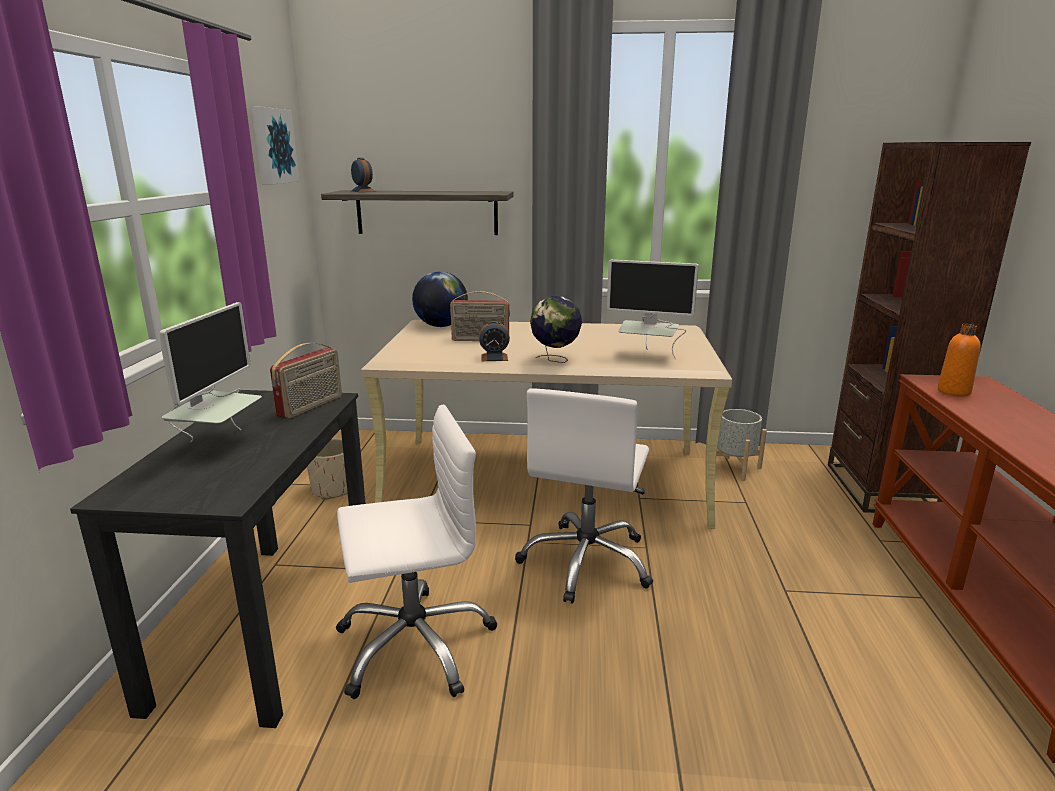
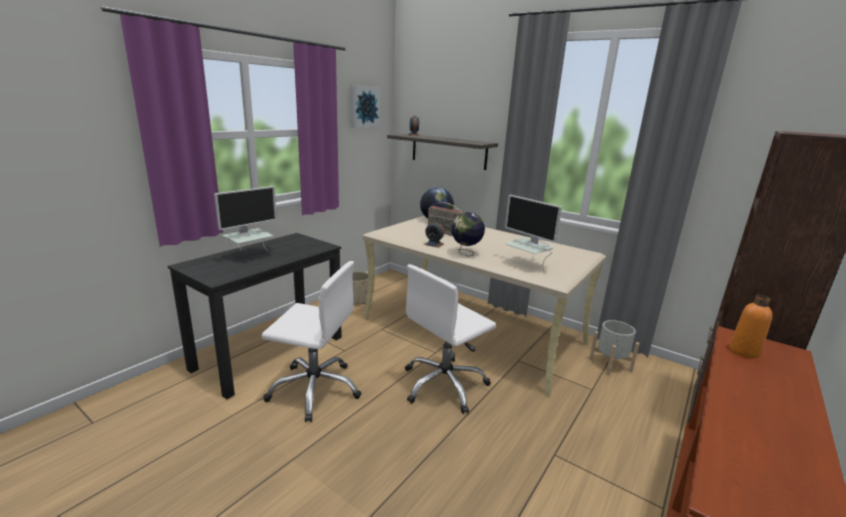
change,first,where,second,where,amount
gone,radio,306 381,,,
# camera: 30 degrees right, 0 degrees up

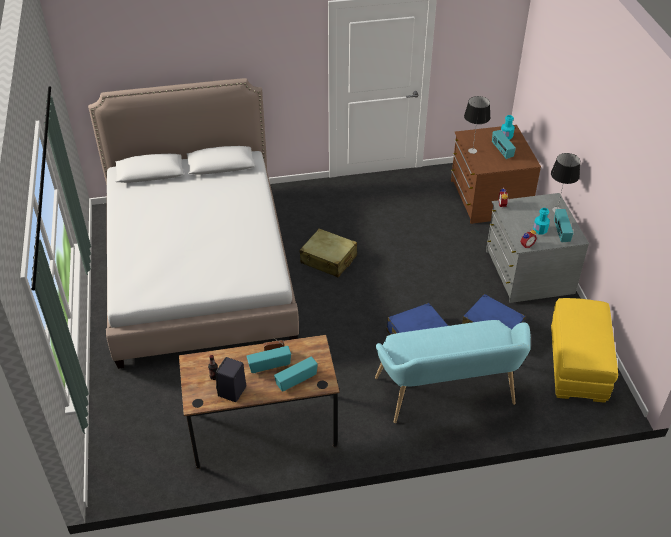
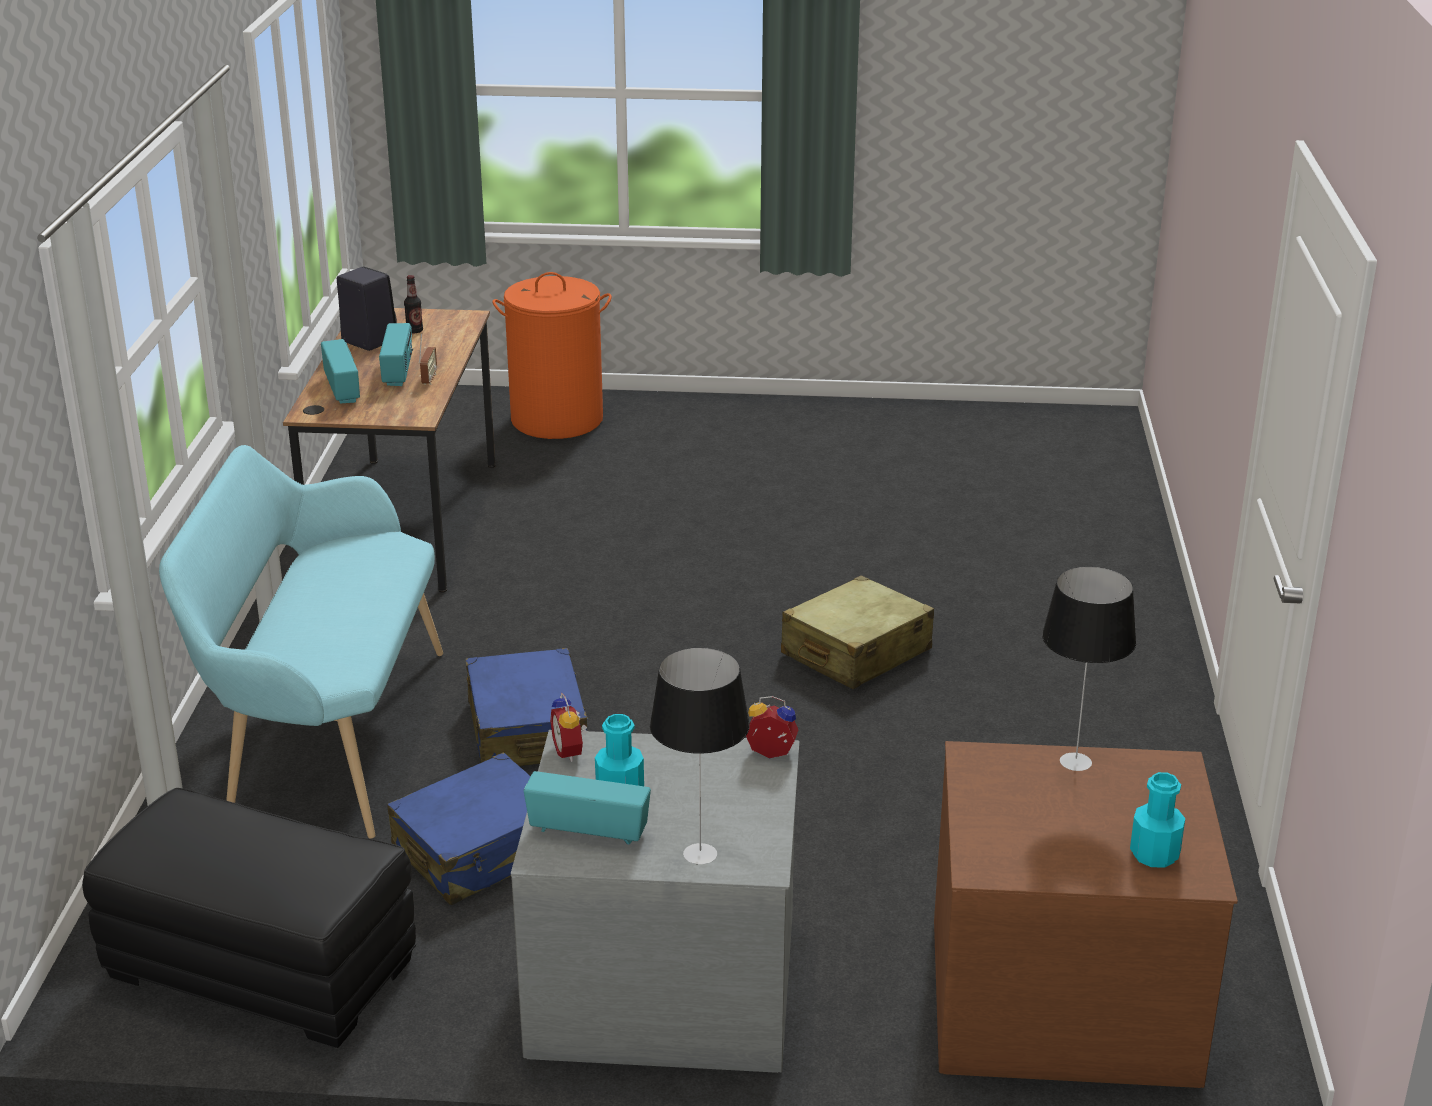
change,first,where,second,where,amount
gone,bed,193 223,,,
gone,radio,504 144,,,
new,,,orange laundry basket,552 355,
repainted,yellow ottoman,584 350,black ottoman,249 918,
# camera: 105 degrees right, 15 degrees down

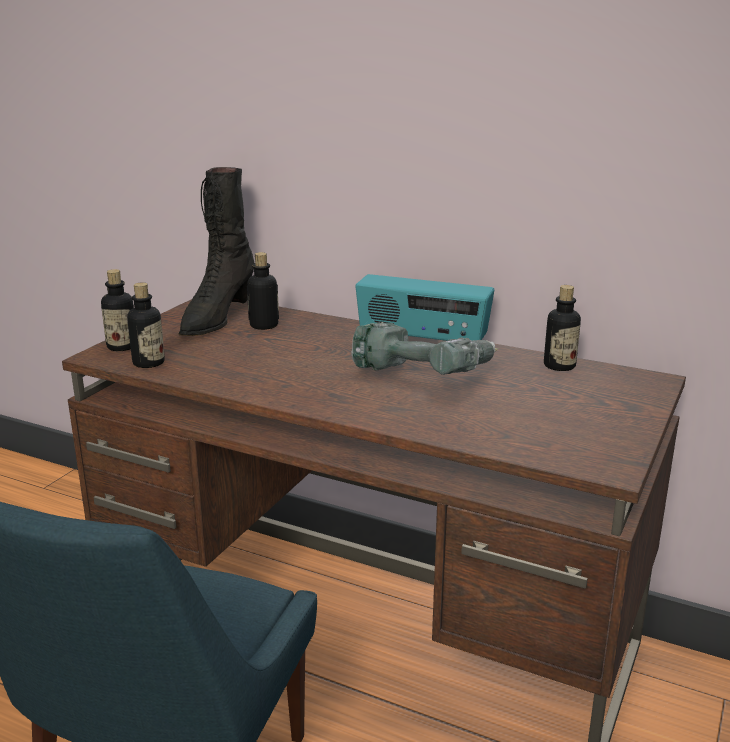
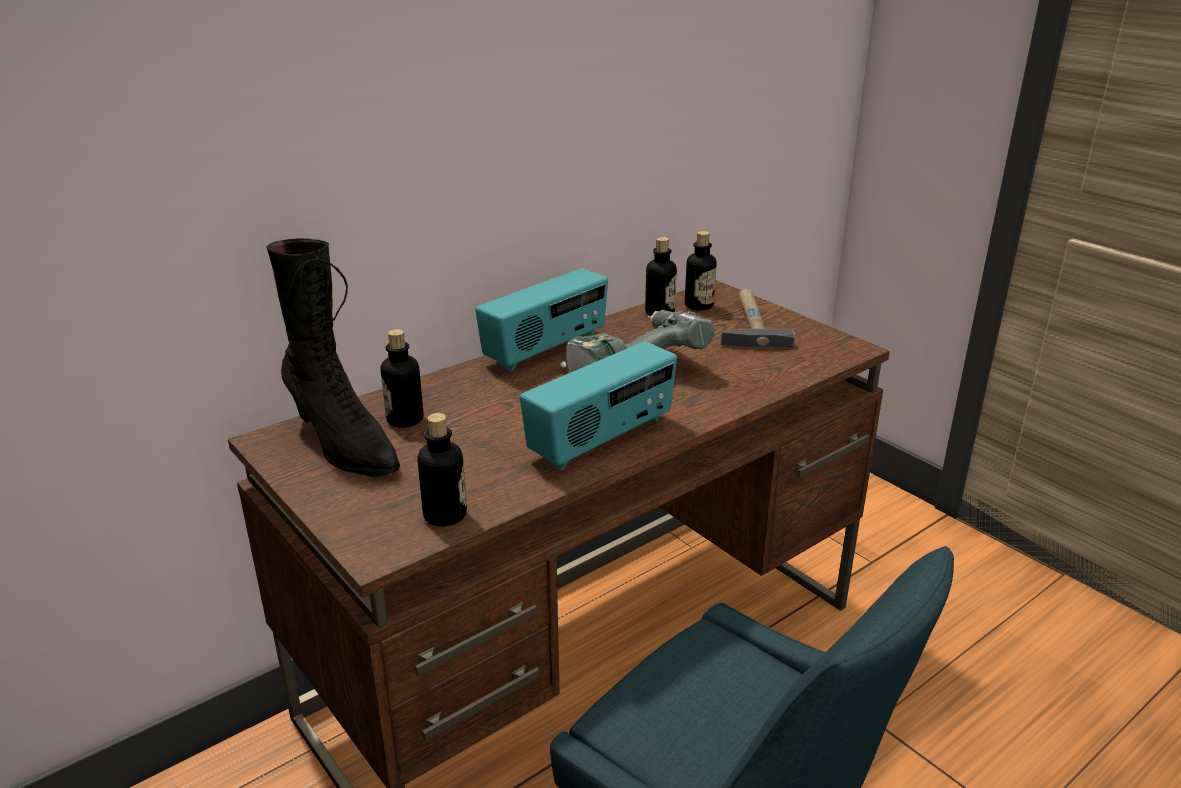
change,first,where,second,where,amount
new,,,radio,598 406,
new,,,hammer,758 318,
shifted,bottle,117 310,,701 271,
# camera: 65 degrees left, 5 degrees up

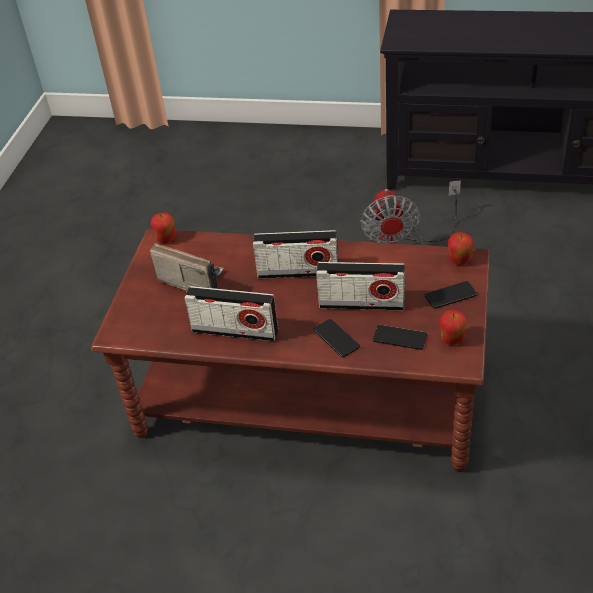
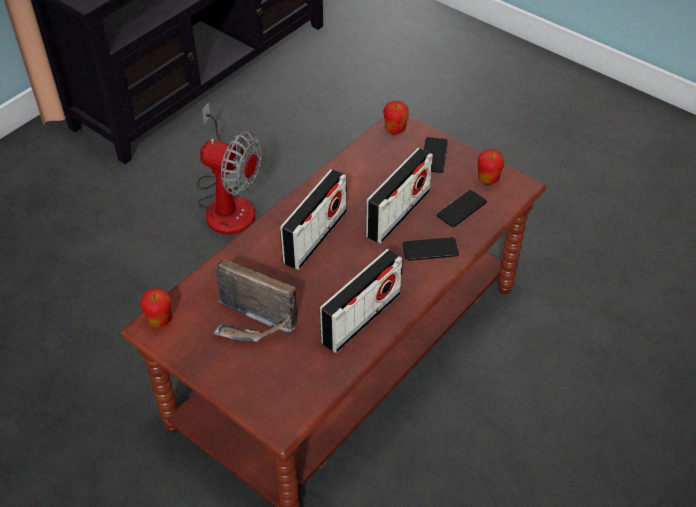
change,first,where,second,where,amount
rotated,radio,187 267,,256 301,120 degrees counterclockwise
# camera: 65 degrees left, 5 degrees up

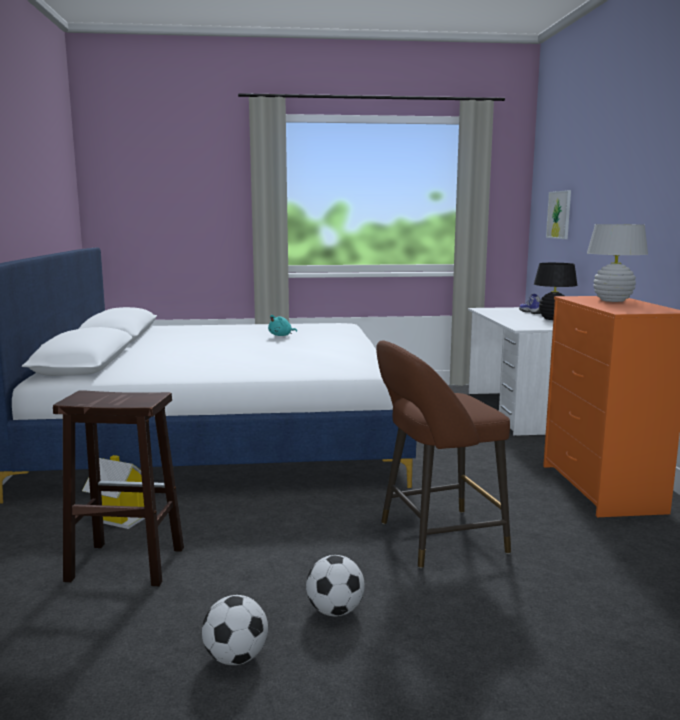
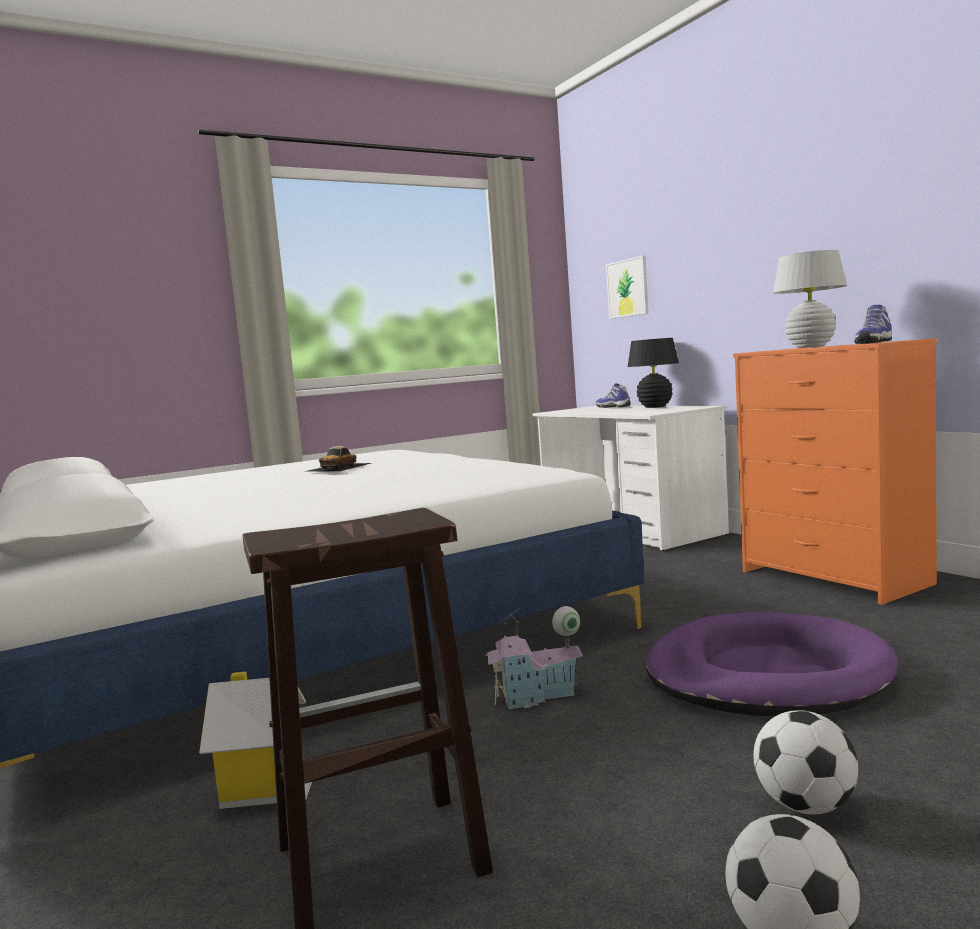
change,first,where,second,where,amount
new,,,toy house,534 657,
new,,,shoe,873 324,
swapped,turquoise plush toy,282 325,toy car,337 459,
swapped,brown stool,443 454,purple dog bed,771 664,
# camera: 25 degrees left, 5 degrees down

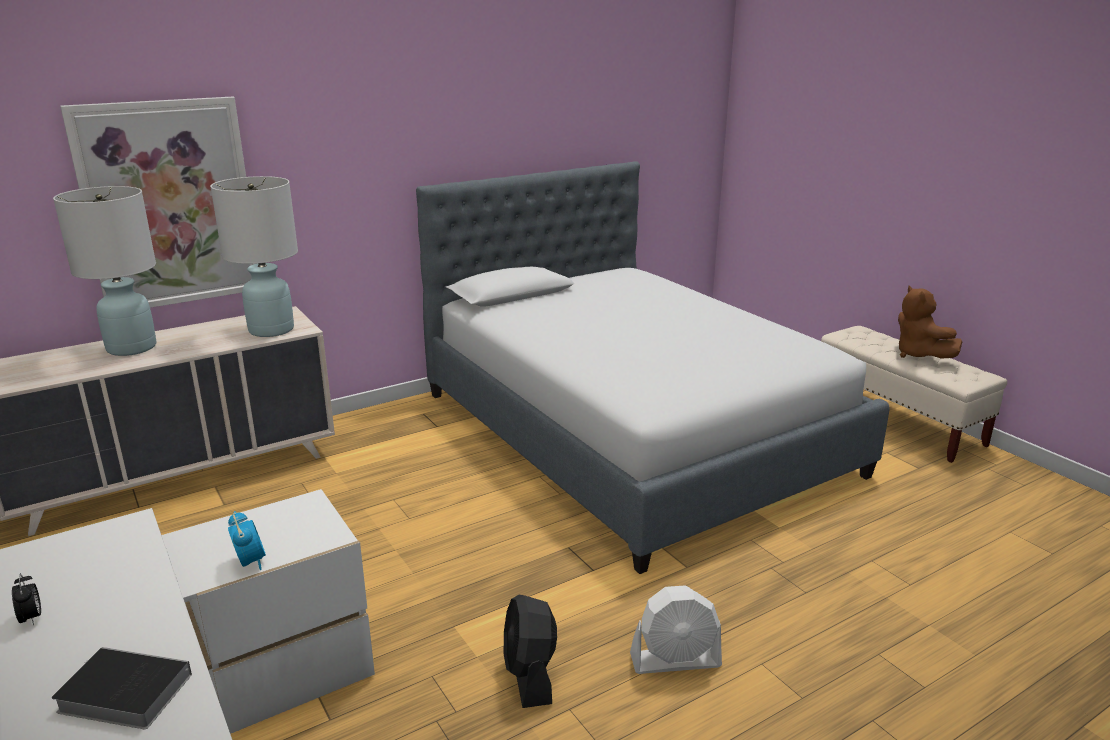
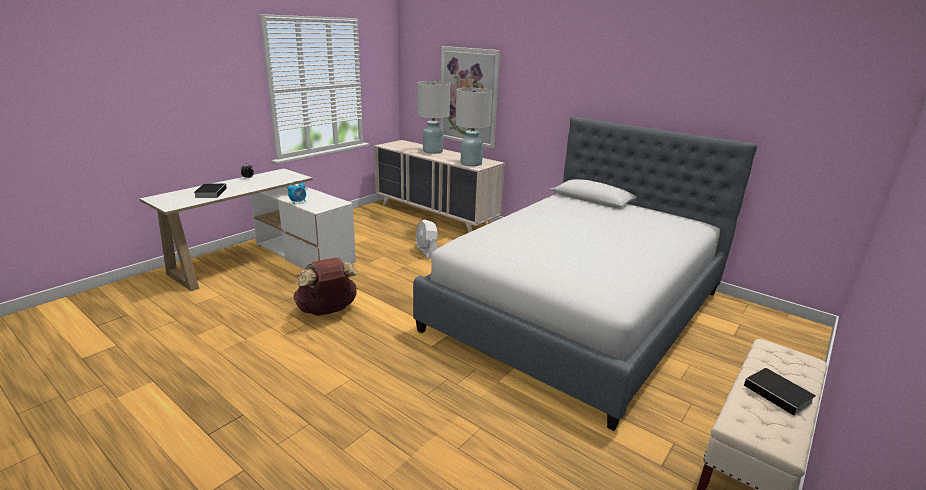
change,first,where,second,where,amount
shifted,white fan,676 629,,427 238,
swapped,black fan,530 651,brown backpack,325 287,
swapped,brown plush toy,930 322,book,780 394,
# camera: 70 degrees right, 0 degrees up

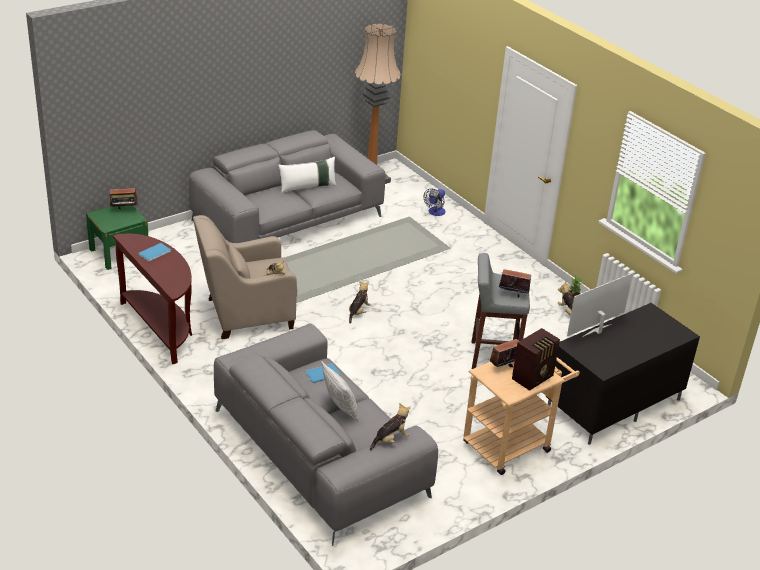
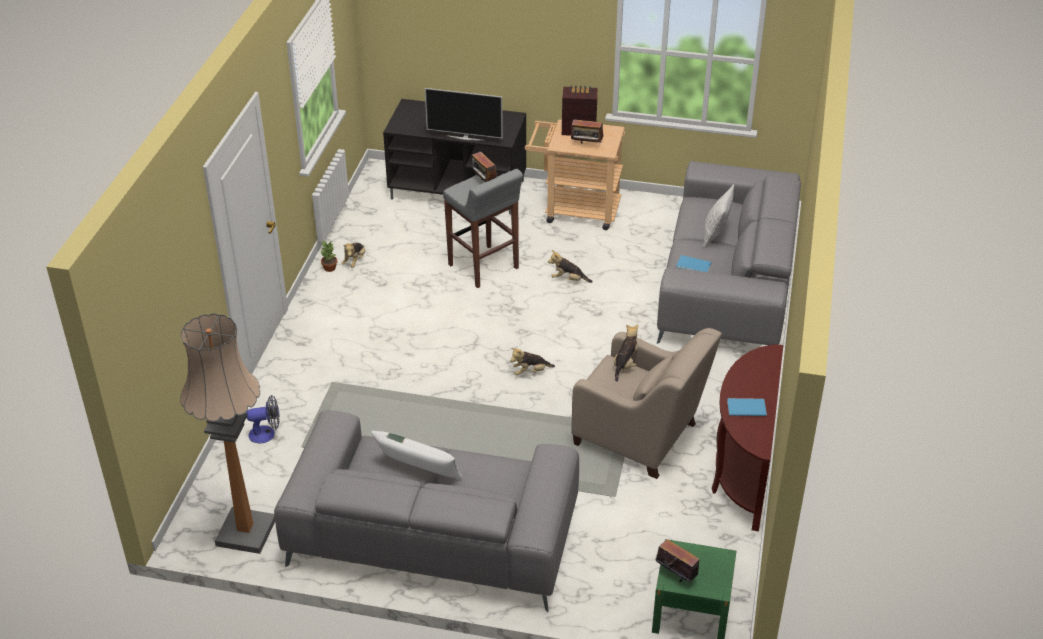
change,first,where,second,where,amount
shifted,plush toy,390 426,,570 266,
# camera: 130 degrees left, 5 degrees up

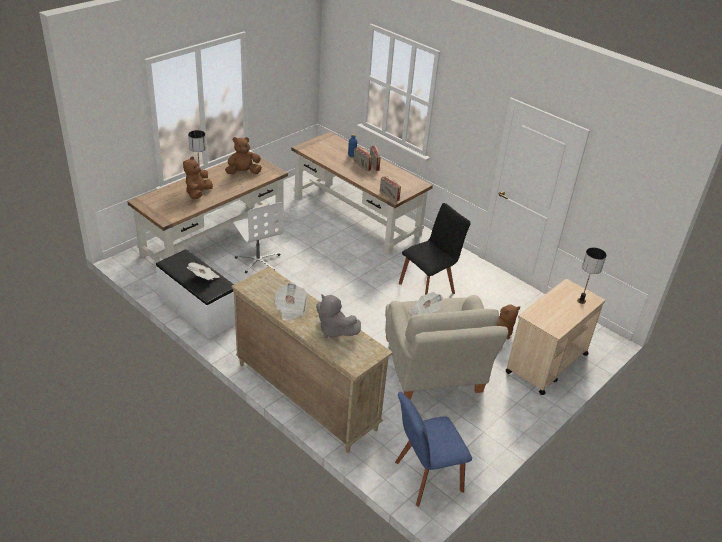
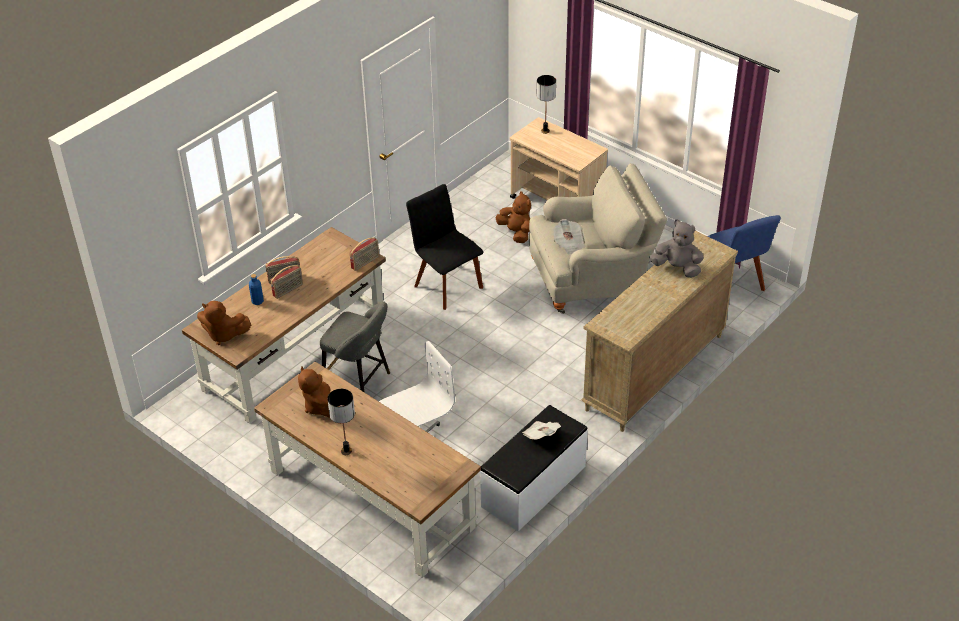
change,first,where,second,where,amount
gone,newspaper,291 302,,,
new,,,grey stool,355 347,
shifted,brown plush toy,198 178,,224 323,
rotated,grey plush toy,338 316,,676 248,105 degrees counterclockwise
# camera: 90 degrees left, 5 degrees up

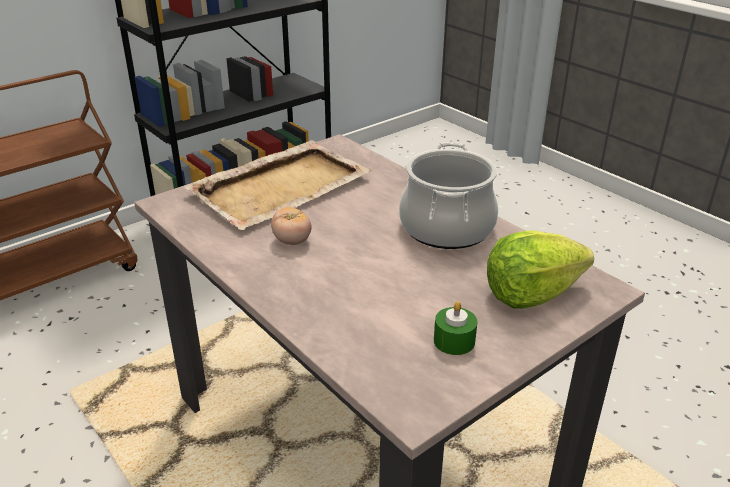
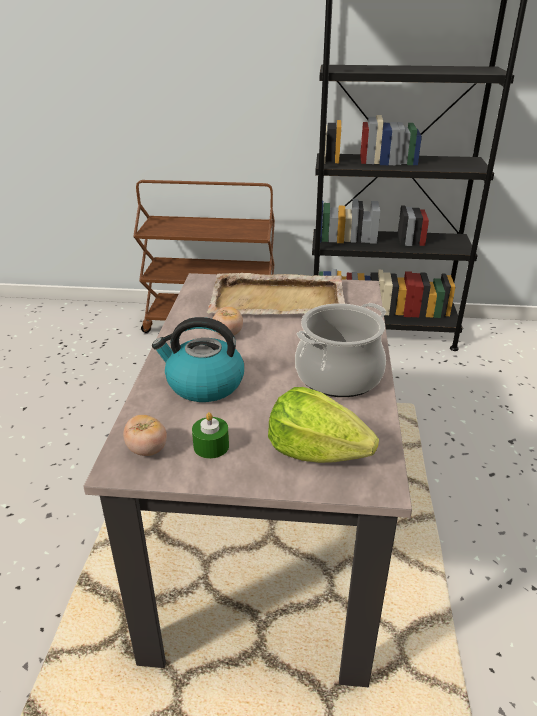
change,first,where,second,where,amount
new,,,tomato,145 435,
new,,,kettle,198 359,
# camera: 45 degrees right, 0 degrees up

